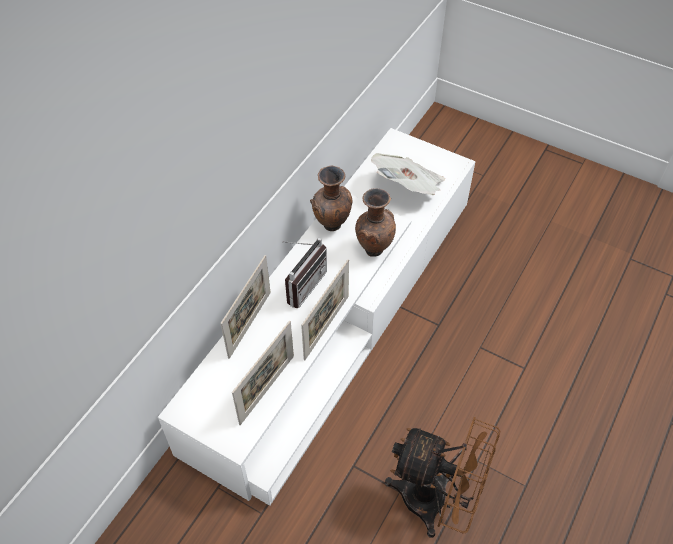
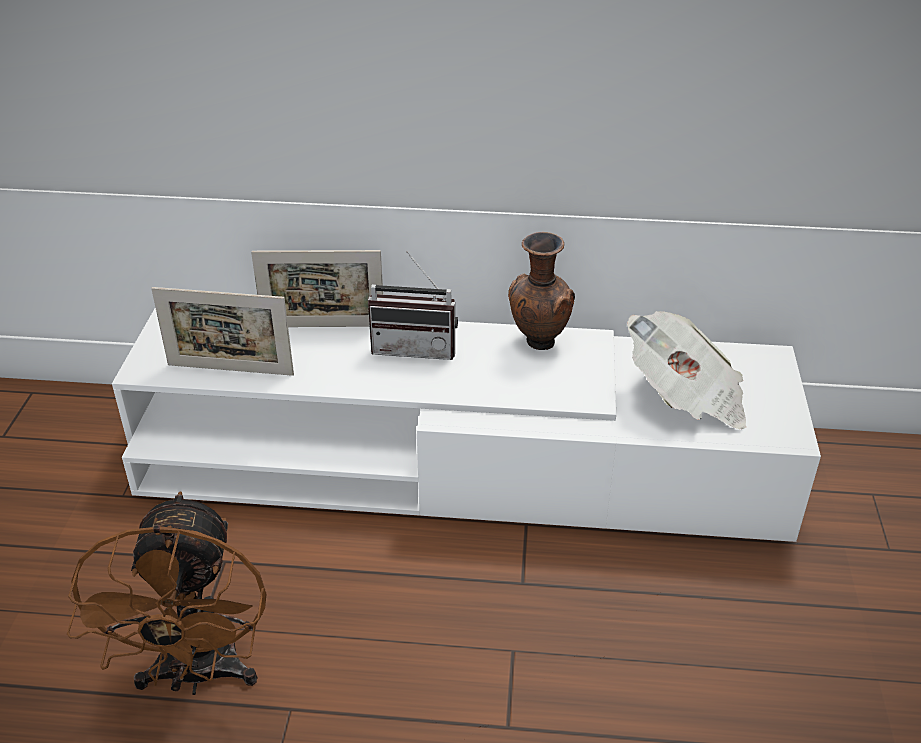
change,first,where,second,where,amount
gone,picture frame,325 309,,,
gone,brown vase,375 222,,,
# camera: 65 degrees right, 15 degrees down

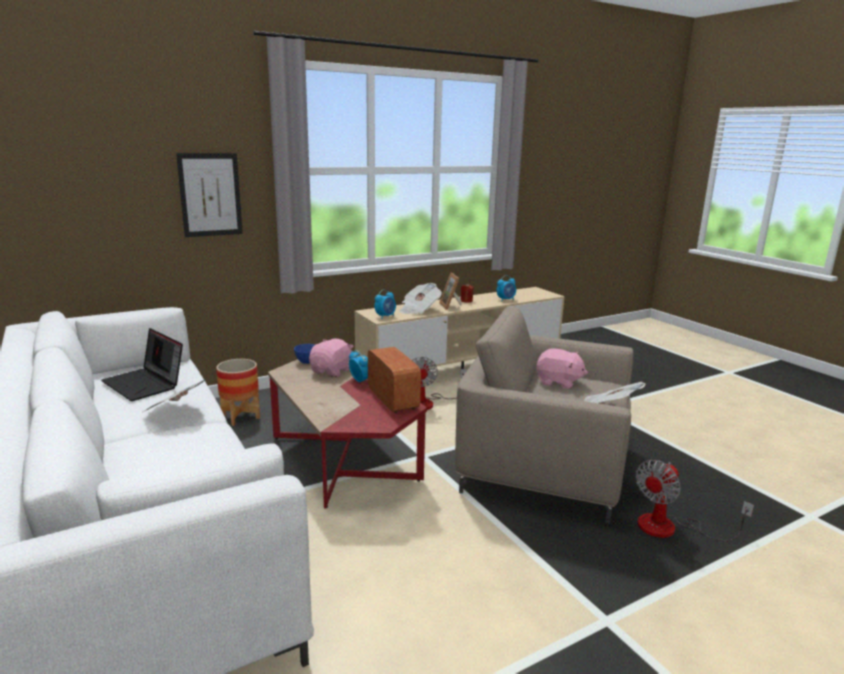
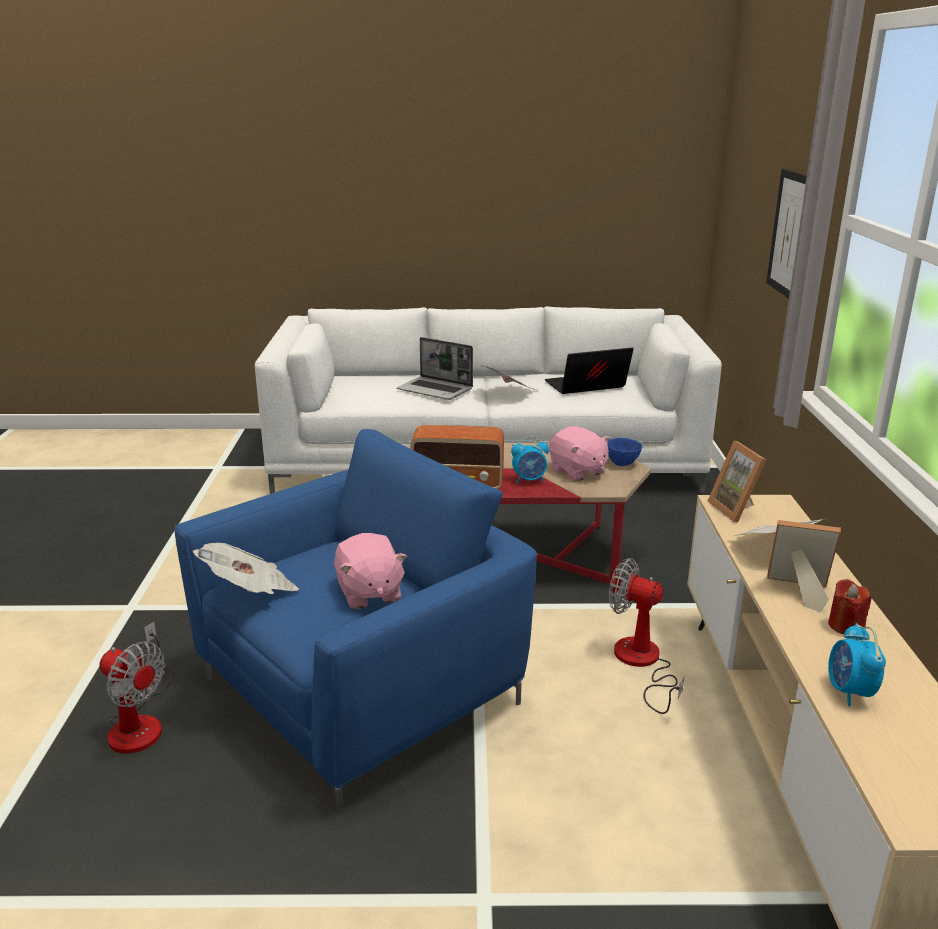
change,first,where,second,where,amount
gone,planter,238 392,,,
new,,,laptop,435 368,
swapped,alarm clock,385 304,picture frame,737 482,
repainted,beige armchair,544 415,blue armchair,355 620,
rotated,pink plush toy,562 369,,370 571,75 degrees counterclockwise
rotated,fan,695 500,,135 688,135 degrees clockwise
# camera: 120 degrees right, 5 degrees up

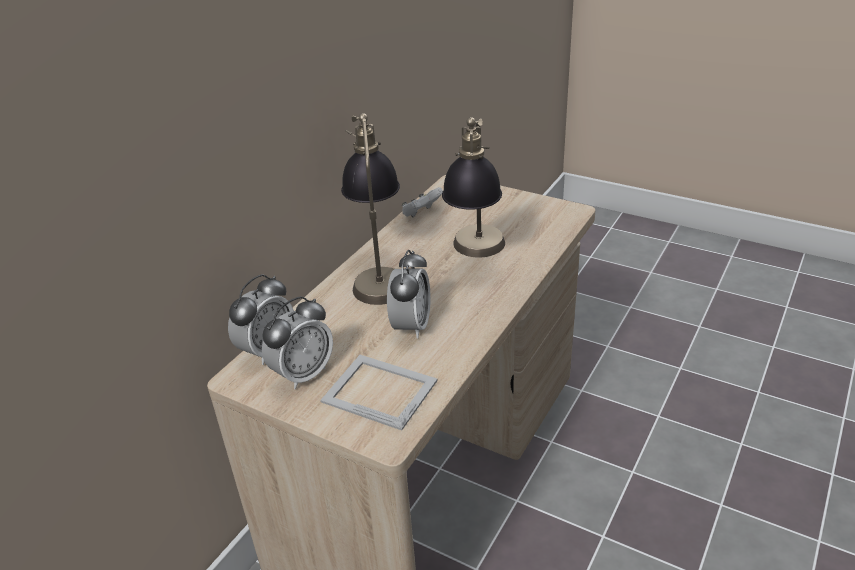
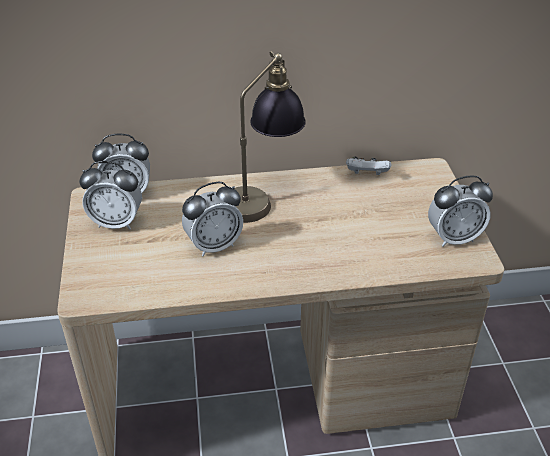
change,first,where,second,where,amount
gone,picture frame,379 392,,,
gone,table lamp,473 187,,,
new,,,alarm clock,460 211,
# camera: 50 degrees right, 5 degrees up

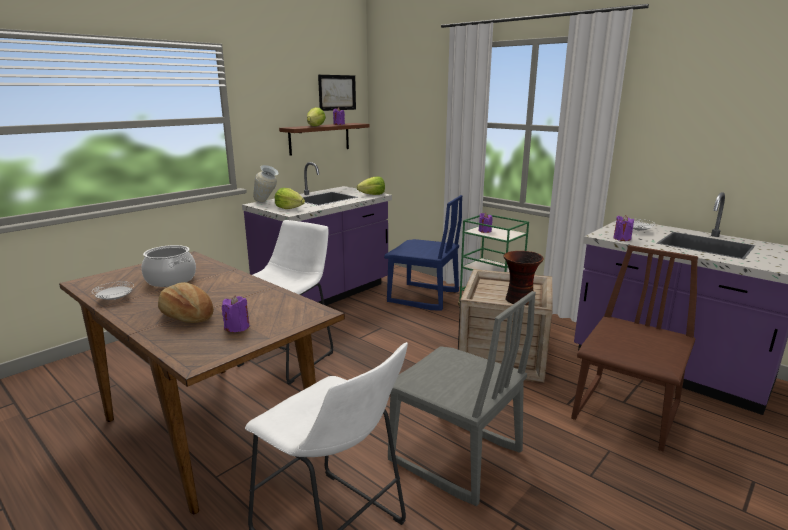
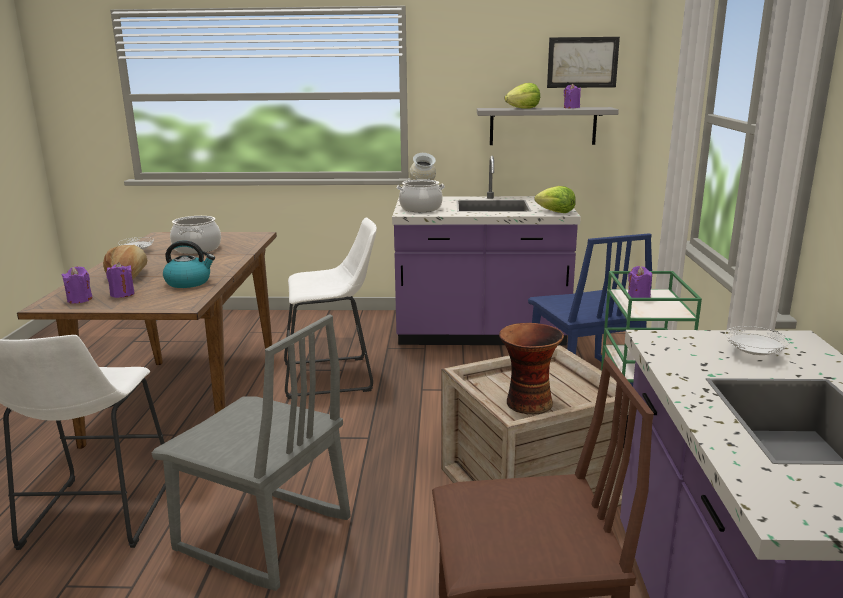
change,first,where,second,where,amount
new,,,kettle,189 264,
shifted,purple candle,623 228,,77 285,
swapped,lettuce,290 198,cooking pot,421 195,
repainted,brown shelf,324 139,grey shelf,548 126,
rotated,grey chair,462 398,,251 452,60 degrees counterclockwise
# camera: 50 degrees right, 0 degrees up

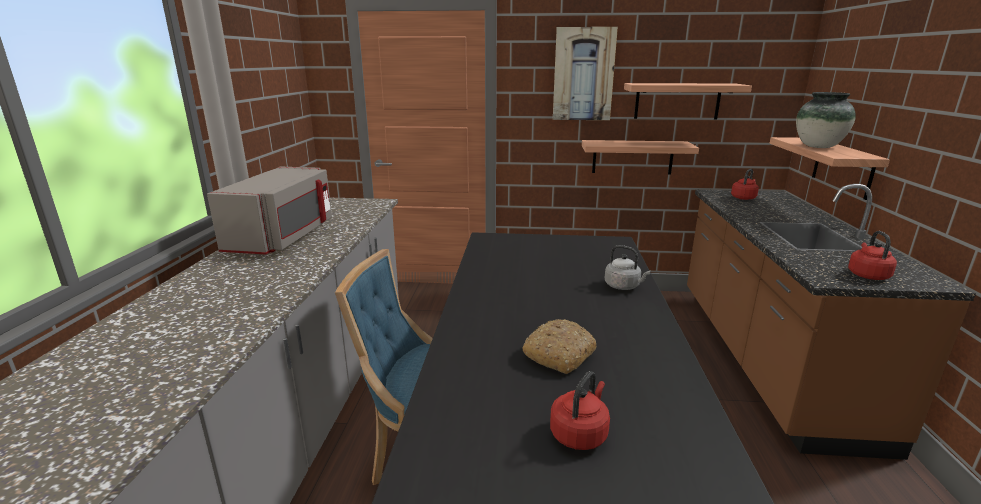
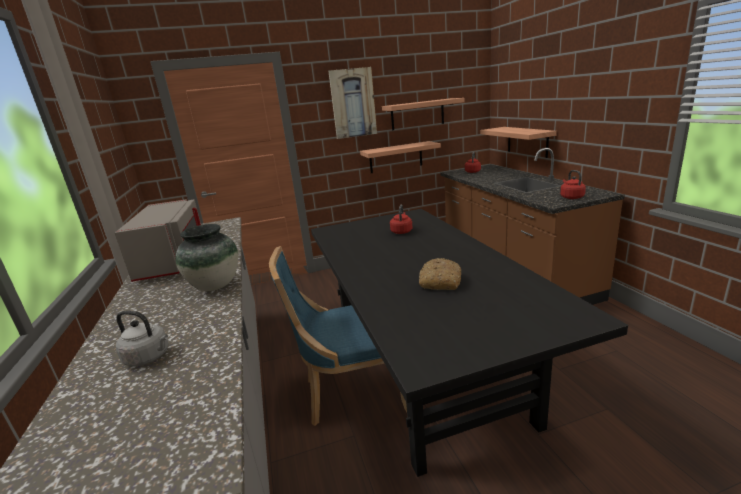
change,first,where,second,where,amount
shifted,red kettle,580 410,,401 219,
shifted,grey kettle,628 267,,142 338,
shifted,vase,826 120,,207 257,
# camera: 20 degrees left, 0 degrees up

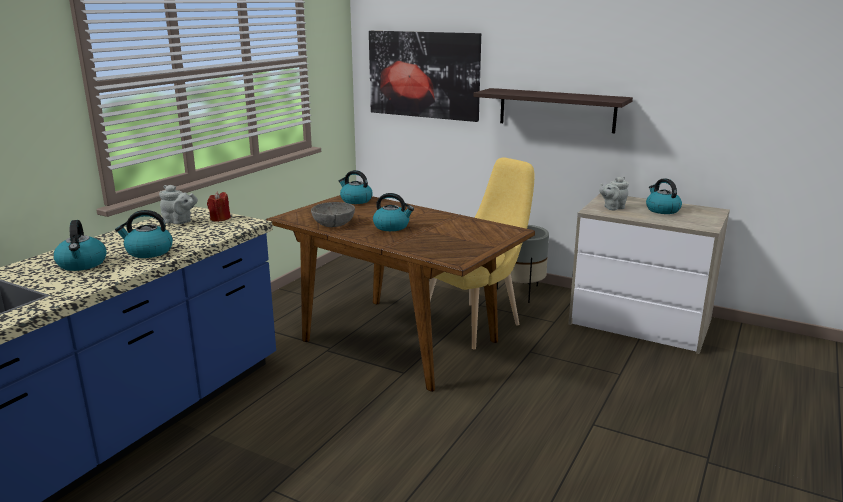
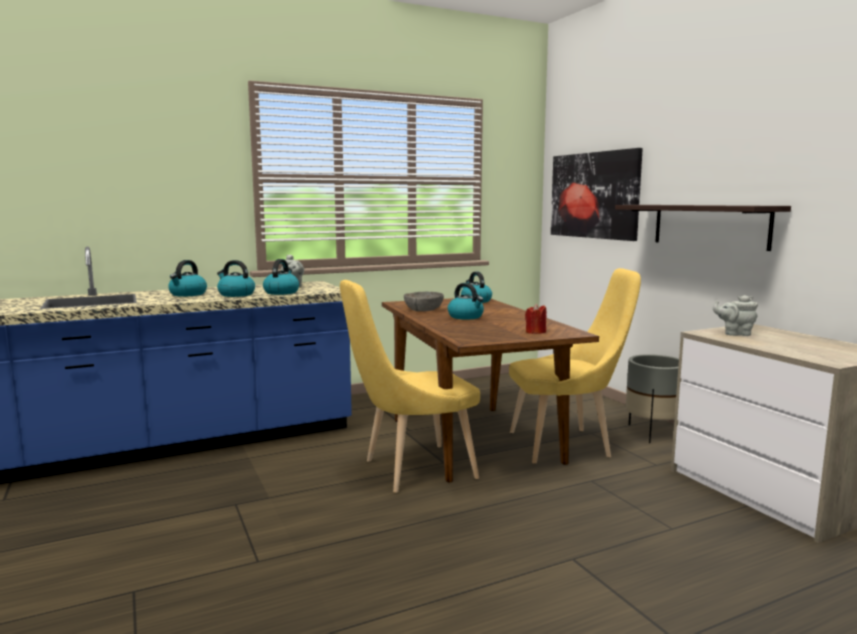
change,first,where,second,where,amount
new,,,yellow chair,410 386,
shifted,red candle,219 207,,535 318,
shifted,kettle,664 196,,281 277,
# camera: 35 degrees right, 10 degrees down

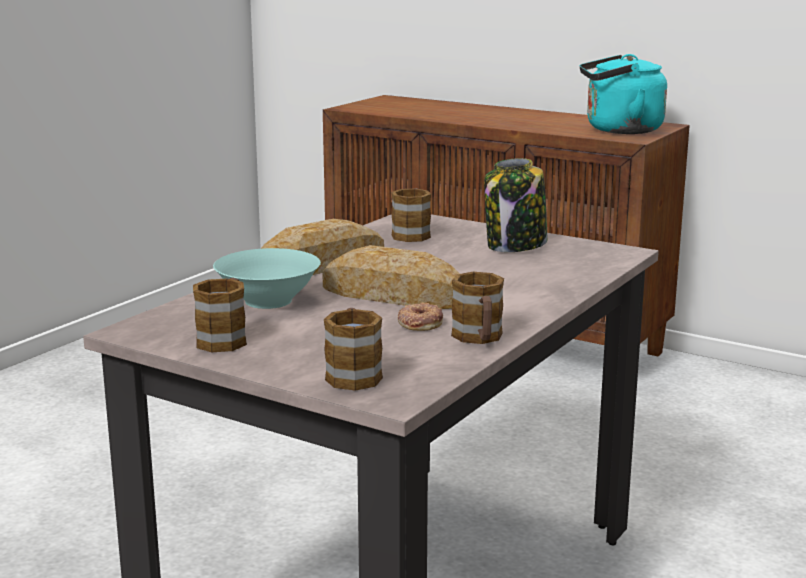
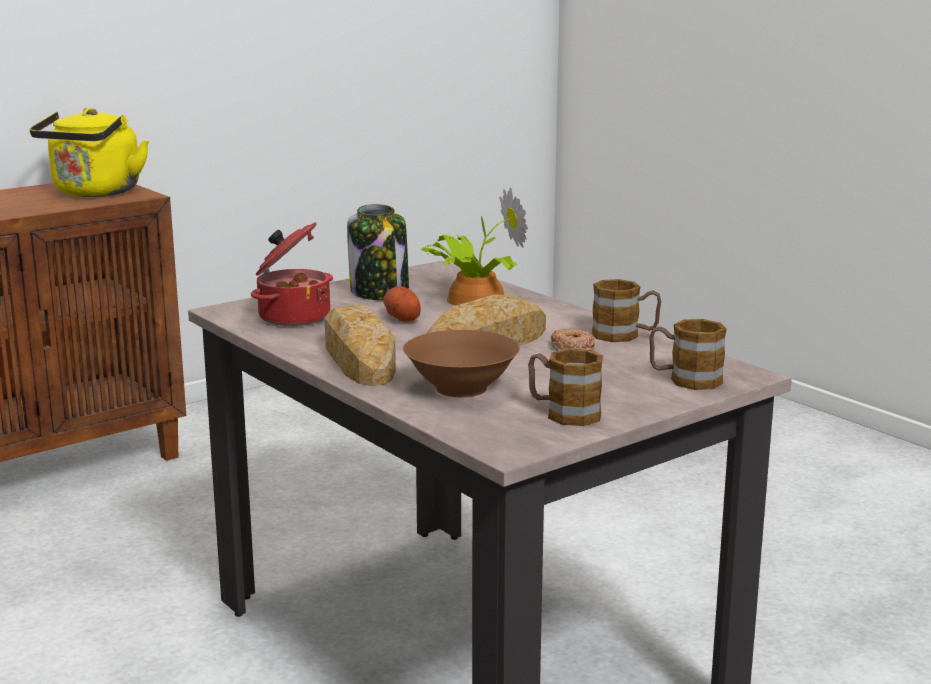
change,first,where,second,where,amount
new,,,potato,402 304,
new,,,potted plant,474 247,
swapped,mug,411 215,cooking pot,292 274,
repainted,turquoise bowl,267 278,brown bowl,461 363,
repainted,turquoise kettle,623 94,yellow kettle,89 152,
# camera: 70 degrees left, 0 degrees up

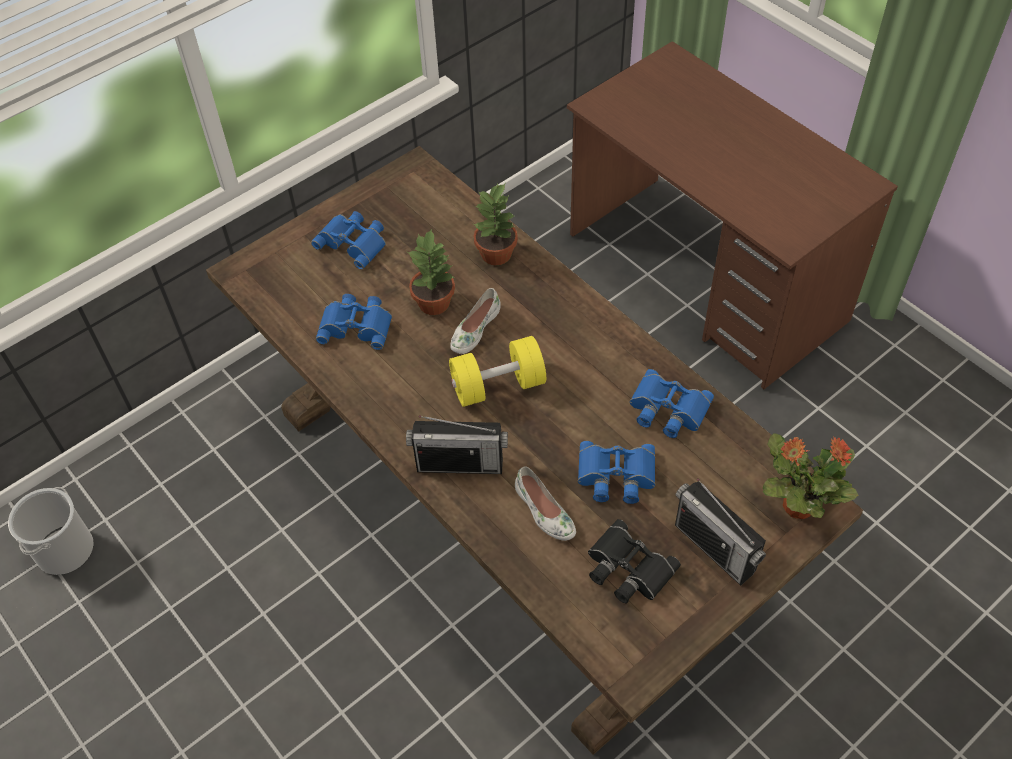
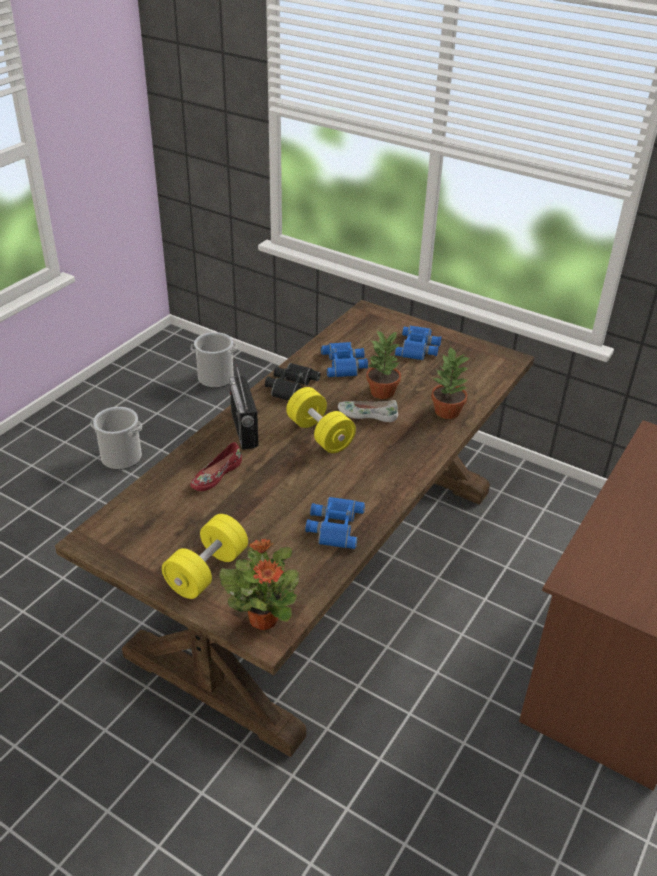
change,first,where,second,where,amount
gone,blue binoculars,616 472,,,
new,,,bucket,116 438,
shifted,black binoculars,634 561,,293 382,
swapped,radio,720 532,yellow dumbbell,205 556,
repainted,white shoe,545 503,red shoe,216 466,
# camera: 70 degrees right, 15 degrees down

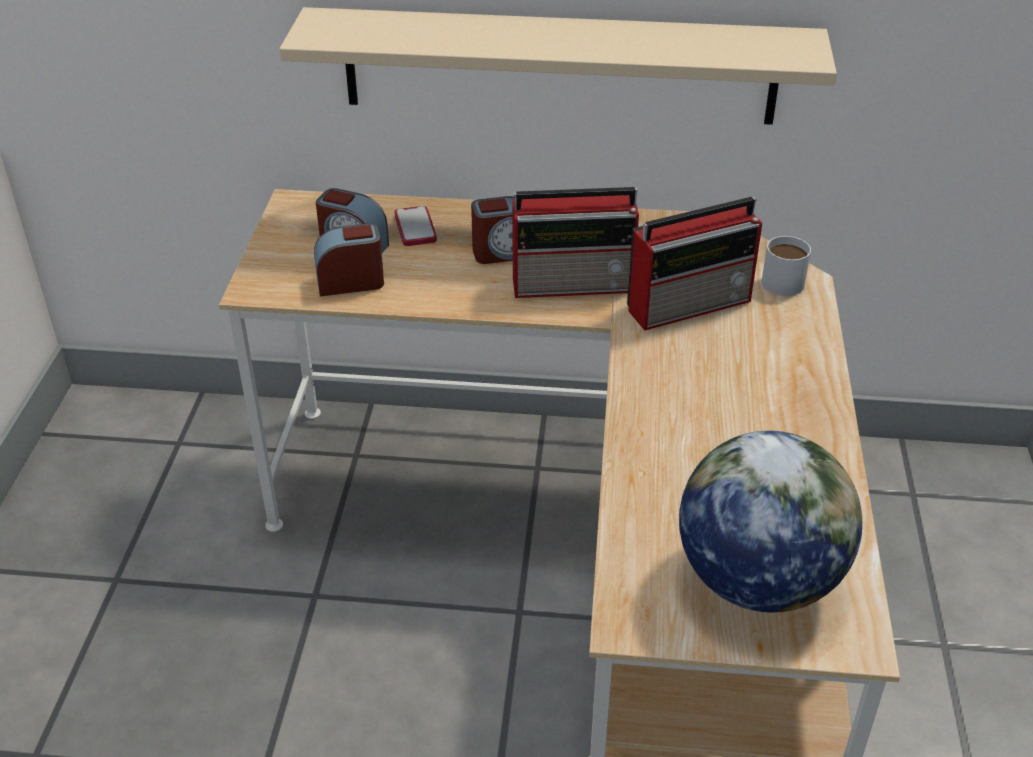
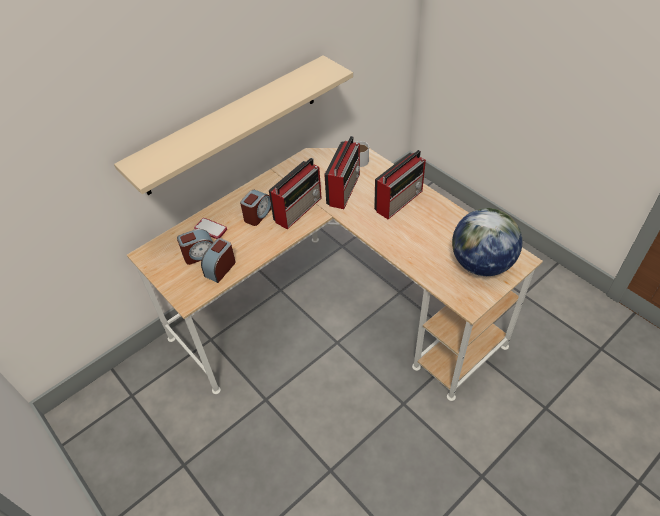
change,first,where,second,where,amount
new,,,radio,400 184,
# camera: 45 degrees left, 10 degrees up

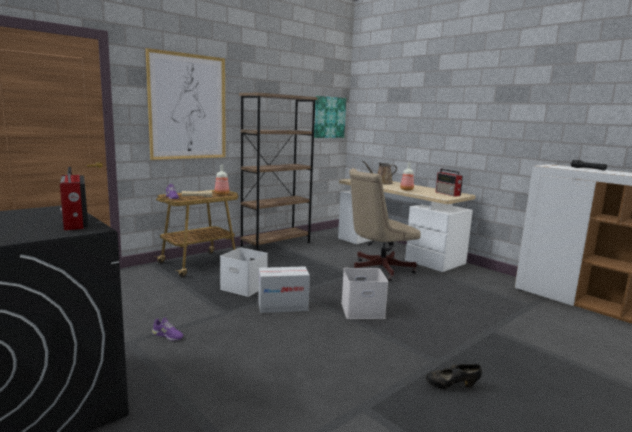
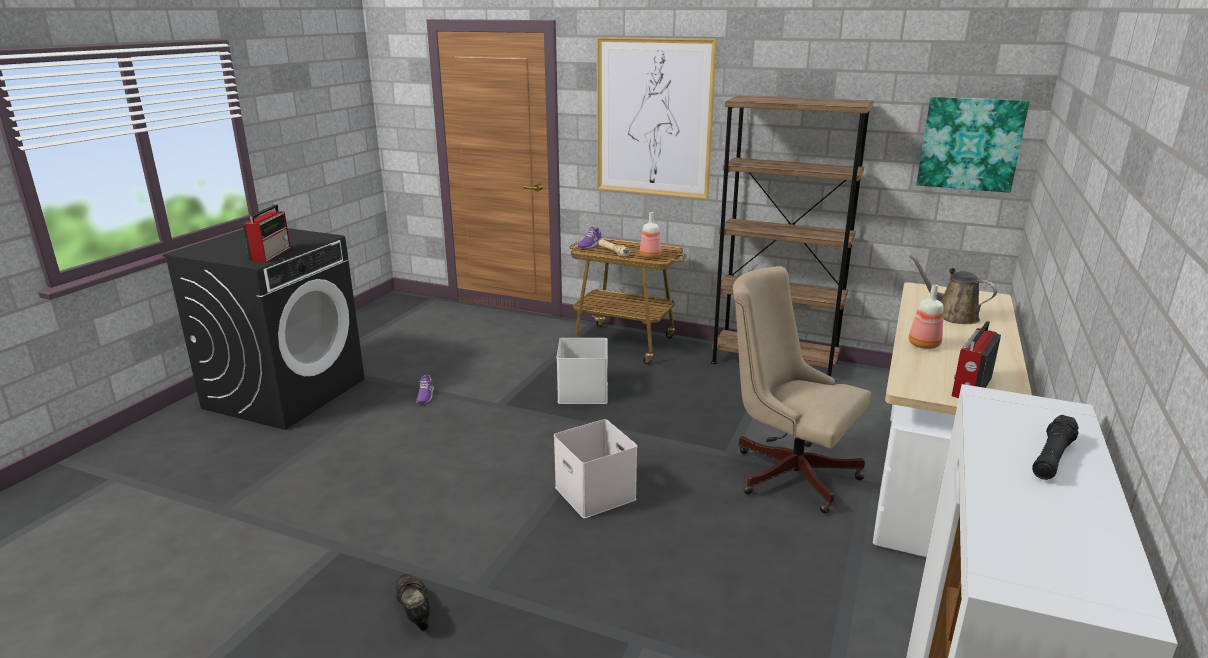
change,first,where,second,where,amount
gone,cardboard box,284 290,,,
rotated,radio,74 198,,267 233,150 degrees clockwise
# camera: 65 degrees right, 10 degrees up

